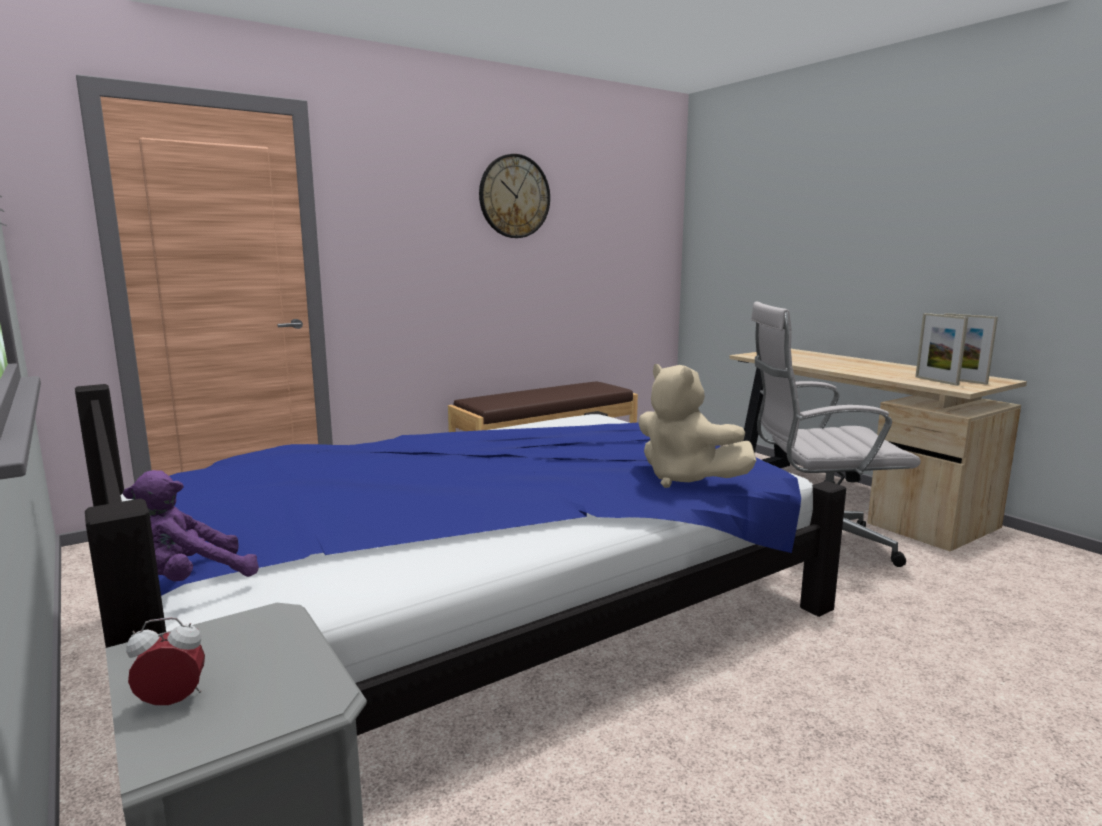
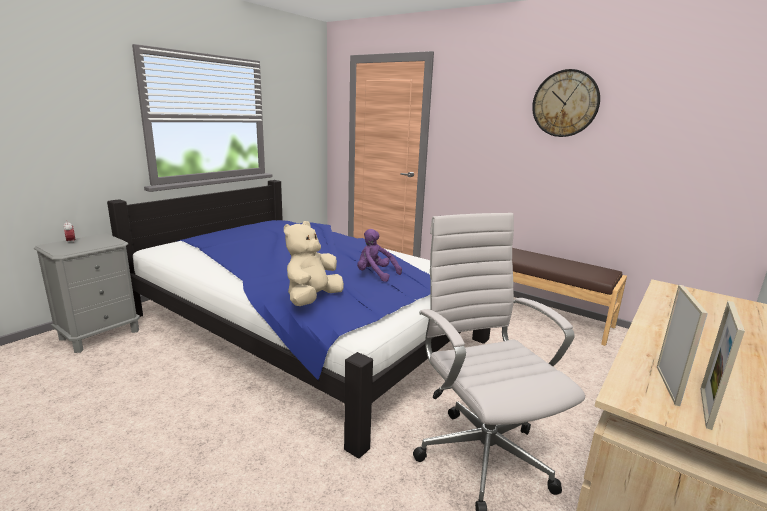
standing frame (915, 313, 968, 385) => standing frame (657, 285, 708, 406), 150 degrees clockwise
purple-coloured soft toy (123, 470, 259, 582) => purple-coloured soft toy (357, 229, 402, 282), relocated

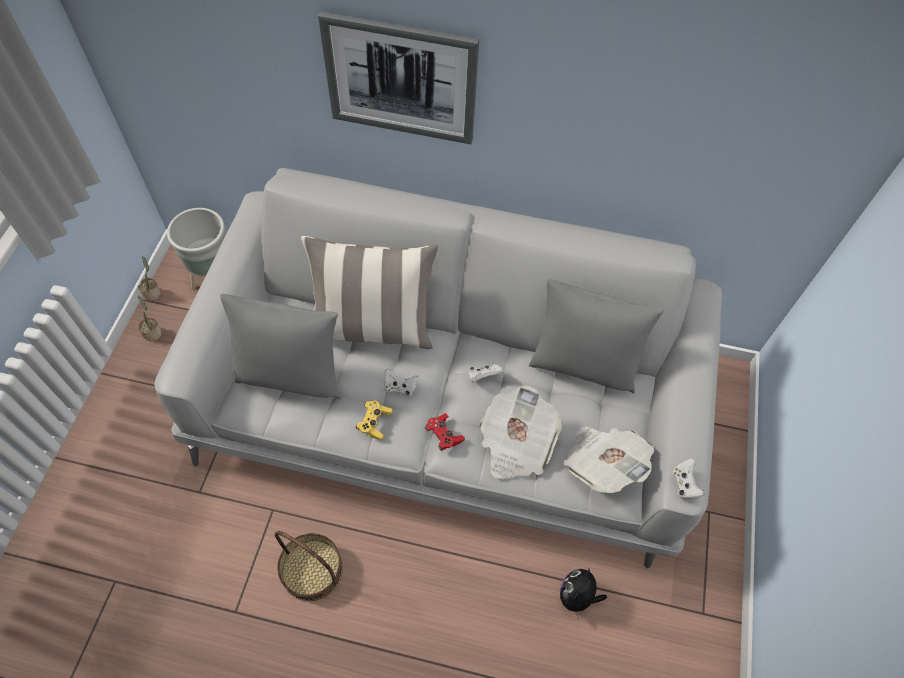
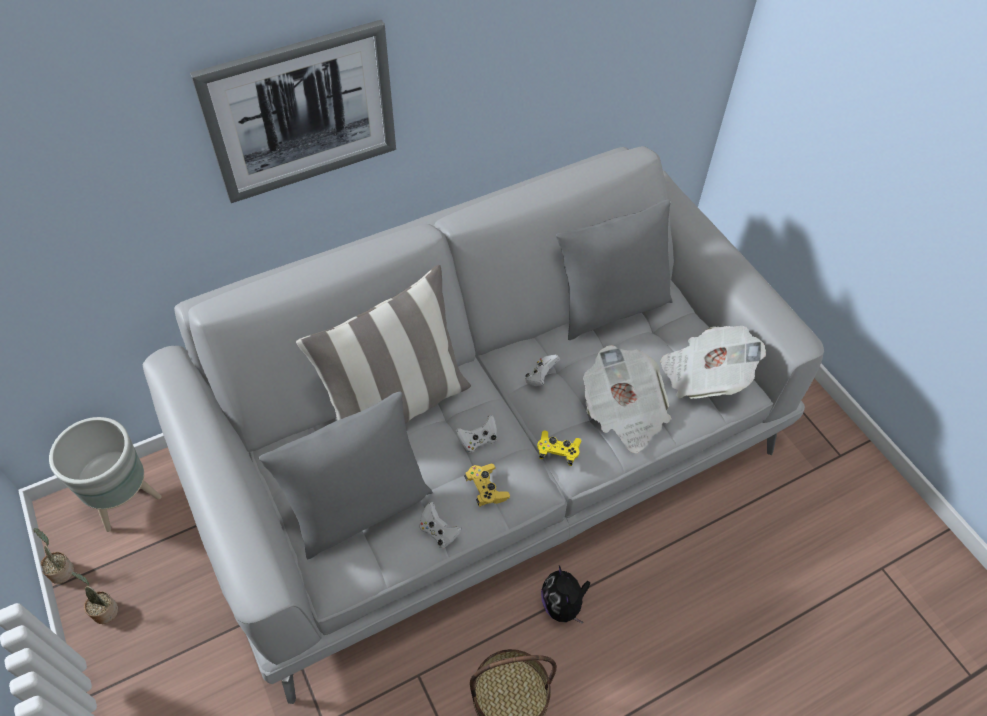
reddish gamepad (425, 414, 465, 451) => yellow-coloured gamepad (537, 431, 582, 466)
whitish gamepad (672, 458, 706, 499) => whitish gamepad (419, 502, 462, 548), relocated
soft toy (560, 569, 607, 620) => soft toy (541, 566, 590, 624), relocated

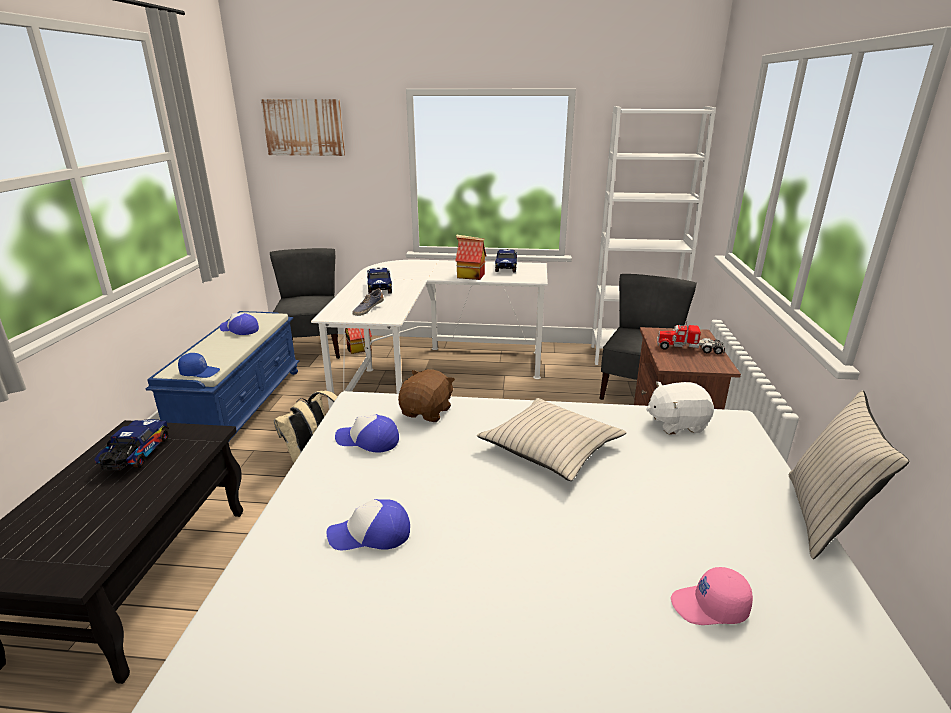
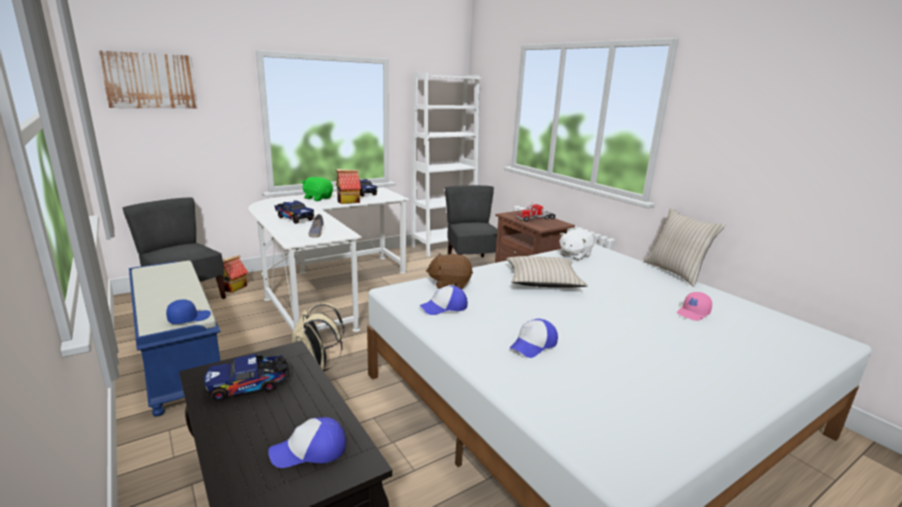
baseball cap (220, 313, 259, 335) => baseball cap (268, 417, 346, 468), relocated
brown-coloured soft toy (398, 369, 455, 422) => brown-coloured soft toy (426, 253, 473, 289), 75 degrees counterclockwise
model truck (94, 419, 169, 470) => model truck (204, 354, 290, 401), 75 degrees counterclockwise
nothing => green soft toy (302, 177, 333, 201)

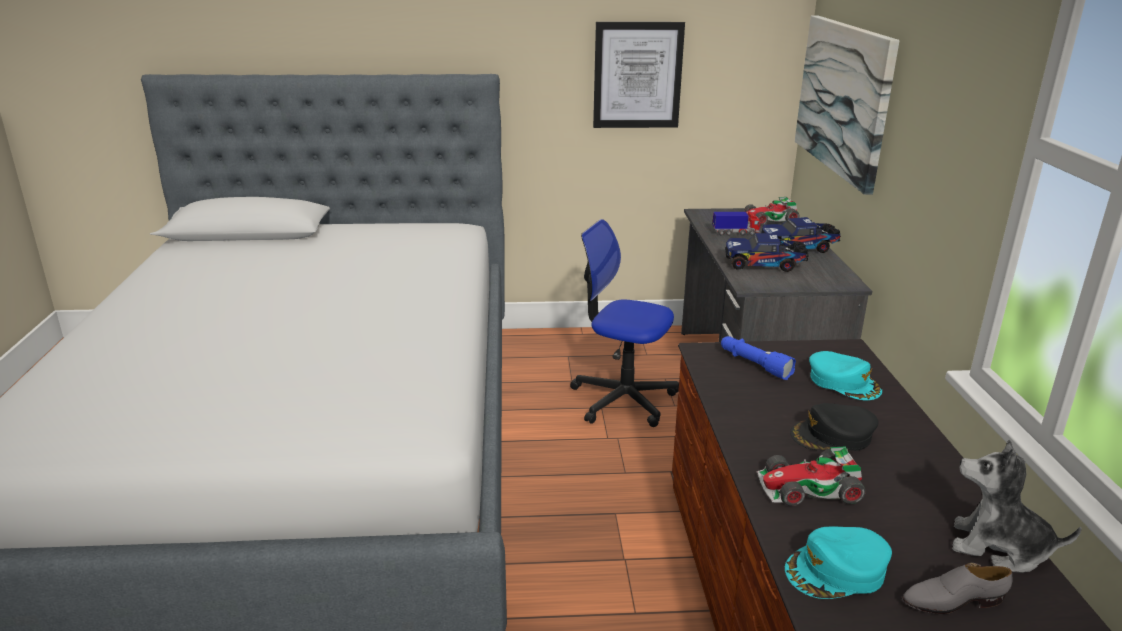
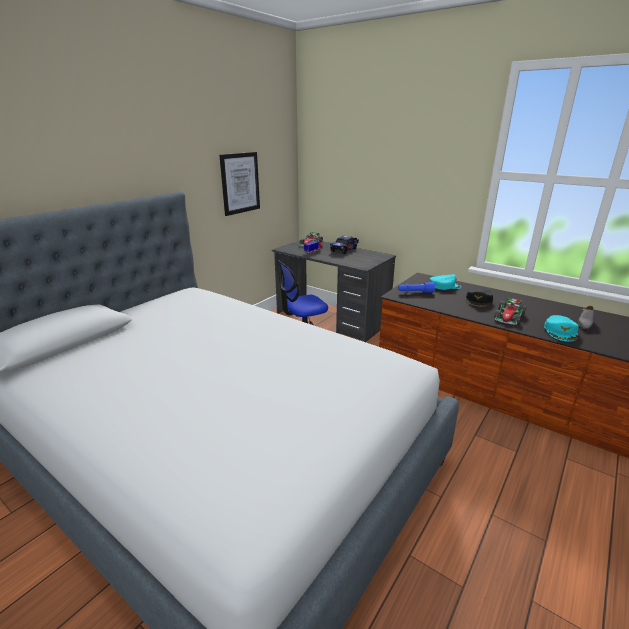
picture (795, 15, 900, 195) => nothing
model truck (725, 233, 809, 272) => nothing
soft toy (952, 440, 1082, 573) => nothing

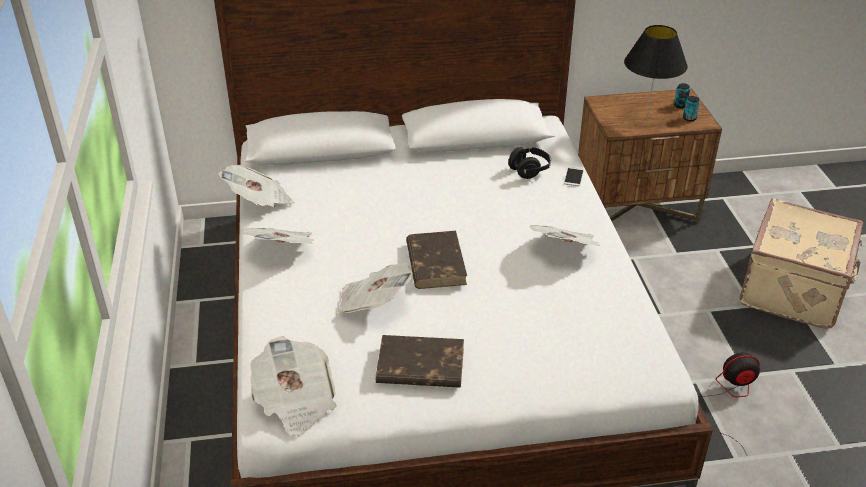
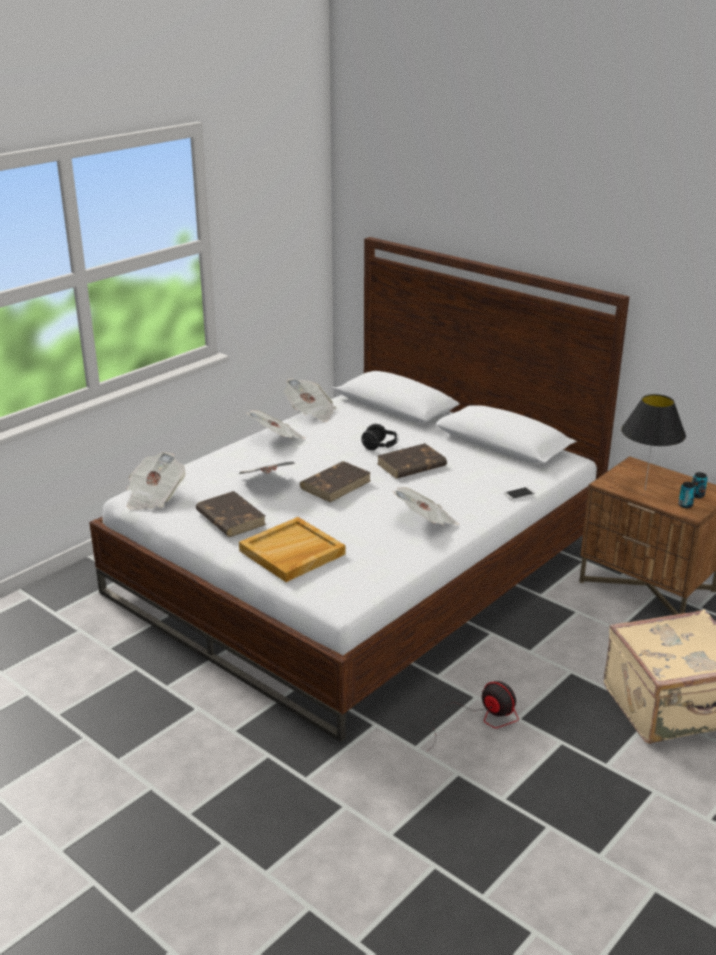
black headset (508, 147, 551, 179) => black headset (361, 424, 399, 450), relocated
nothing => brown-coloured book (377, 443, 447, 479)
nothing => sand-coloured tray (239, 517, 346, 582)

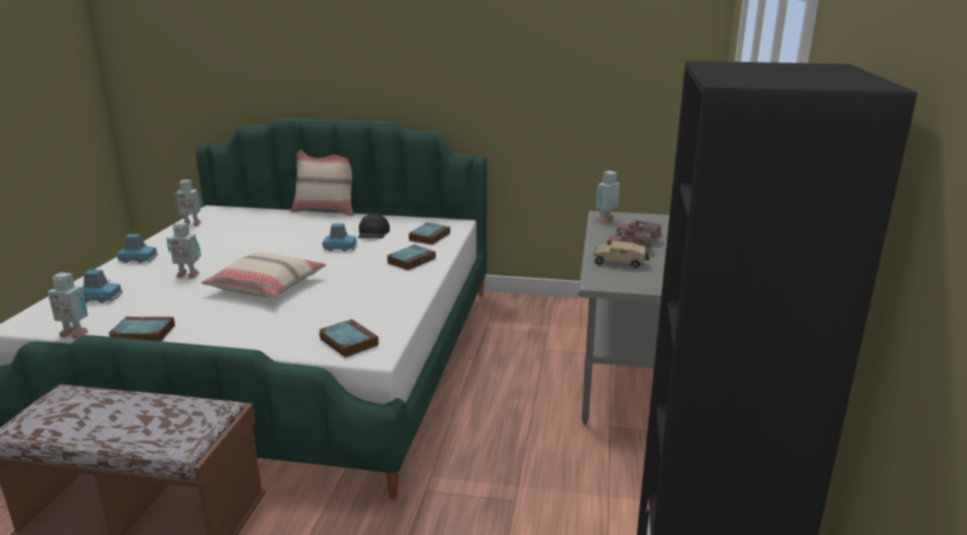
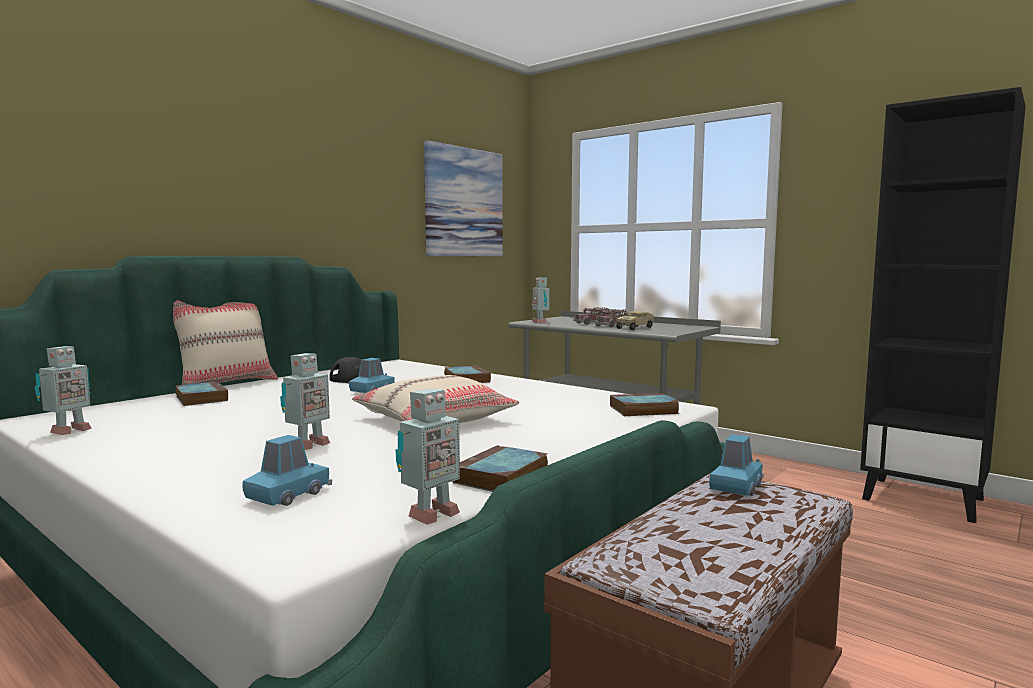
book (409, 223, 450, 245) => book (175, 382, 228, 406), relocated
bluish model car (117, 234, 158, 263) => bluish model car (709, 434, 764, 496), relocated
nothing => picture (424, 140, 503, 256)

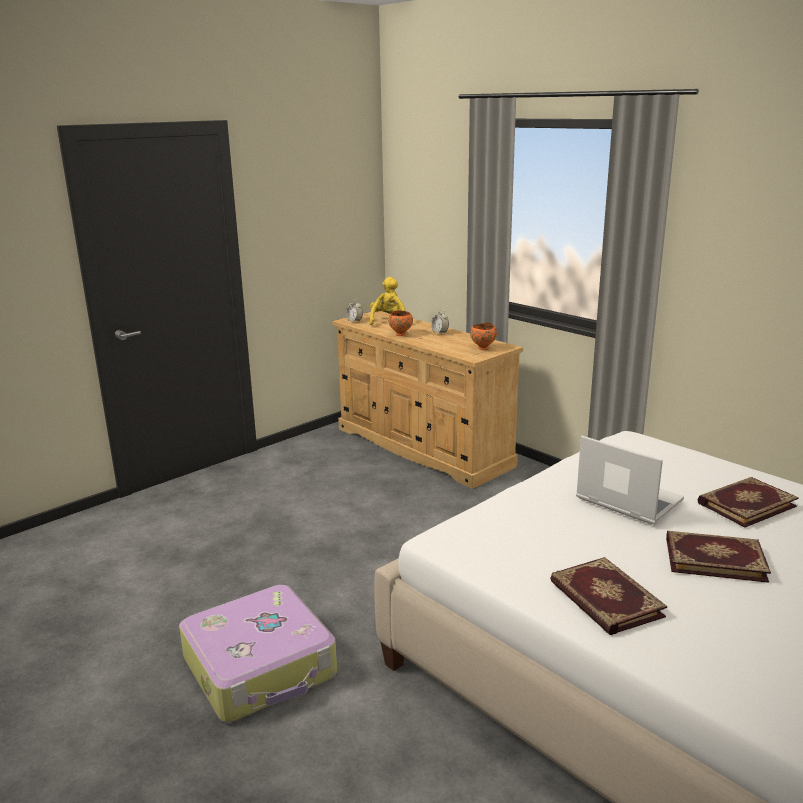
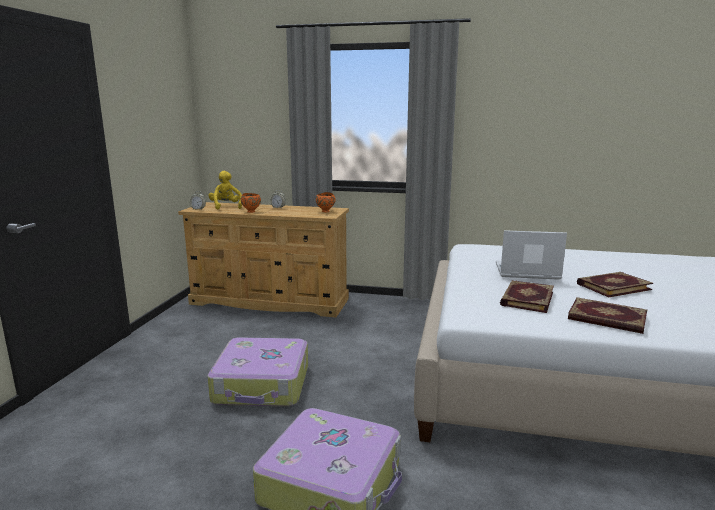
book (698, 477, 799, 527) => book (500, 280, 554, 313), relocated
nothing => suitcase (207, 337, 308, 407)

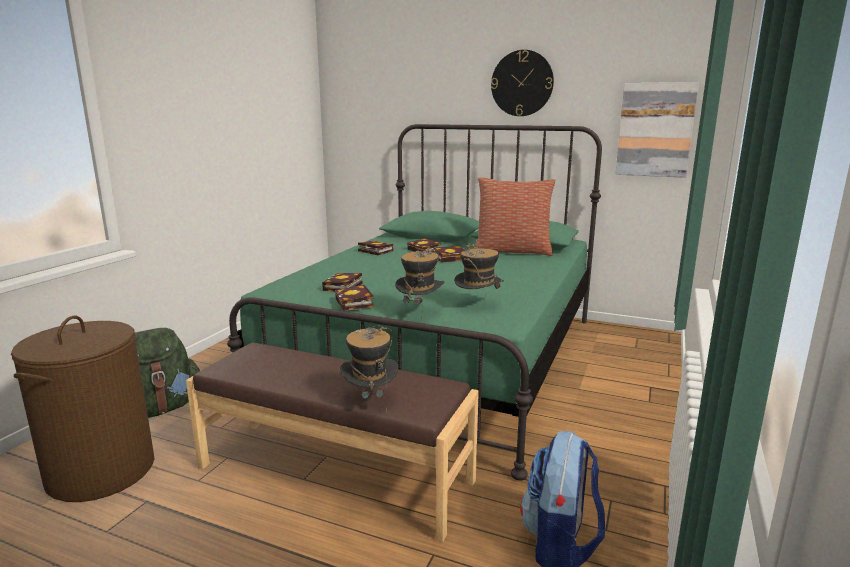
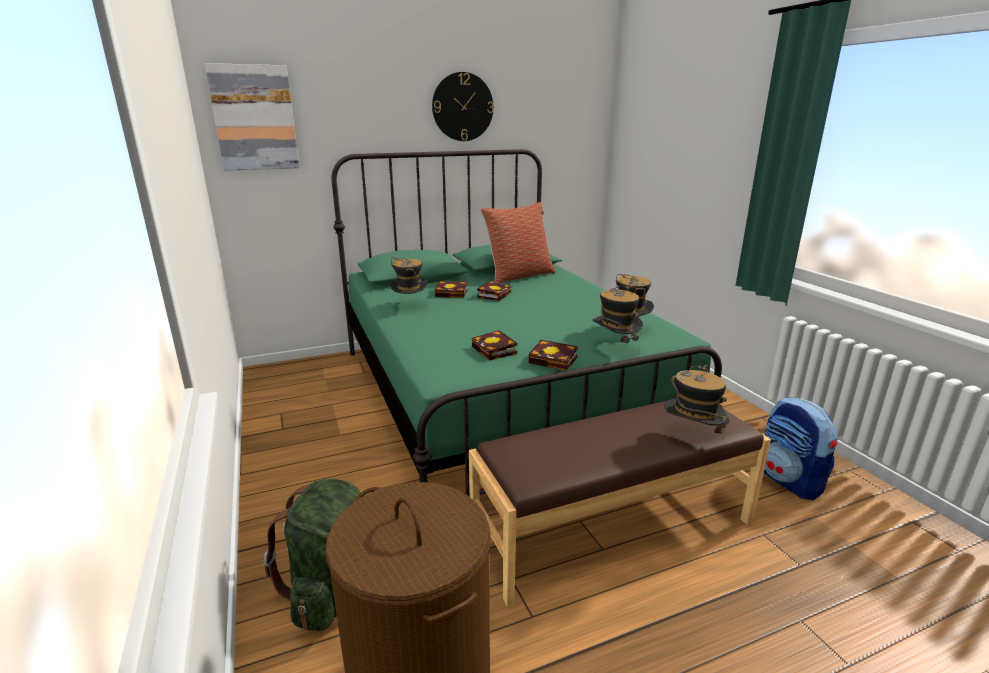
picture (616, 82, 699, 178) => picture (205, 63, 300, 171), relocated
book (358, 241, 393, 255) => wearable hat (389, 257, 428, 296)

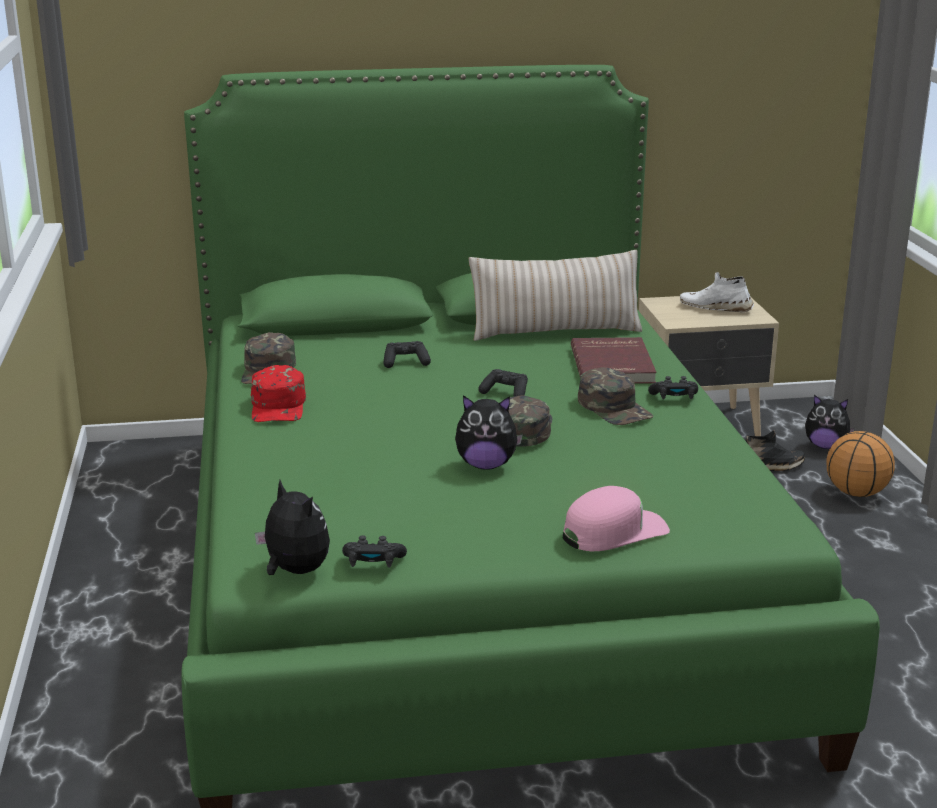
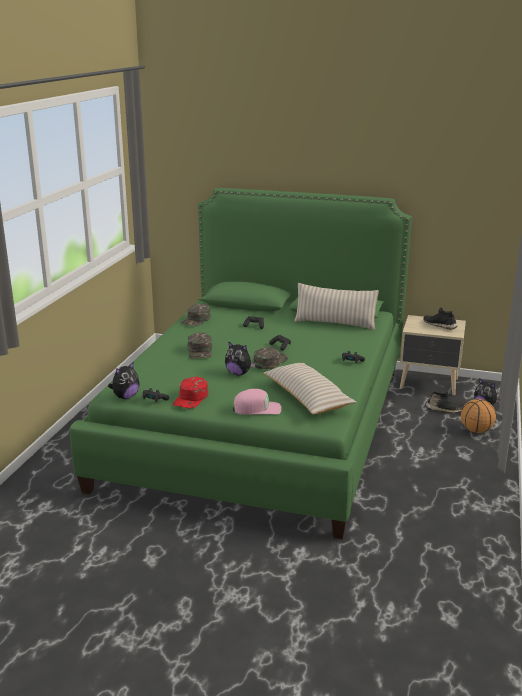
whitish low shoe (680, 272, 754, 312) => black low shoe (423, 308, 458, 330)
reddish book (571, 337, 657, 384) => nothing
reddish baseball cap (251, 365, 306, 422) => reddish baseball cap (173, 377, 208, 409), relocated
green baseball cap (578, 367, 653, 425) => green baseball cap (187, 332, 212, 358), relocated
soft toy (255, 480, 330, 575) => soft toy (108, 362, 139, 399), 60 degrees clockwise
nothing => sand-coloured throw pillow (264, 363, 356, 414)

